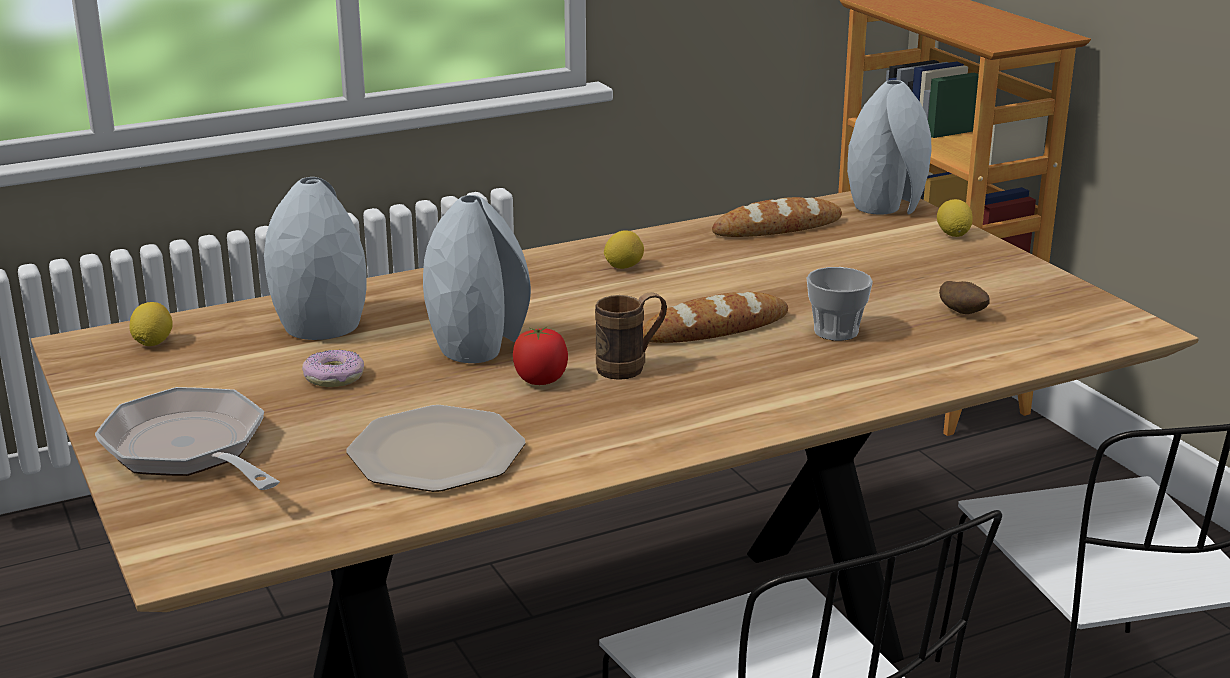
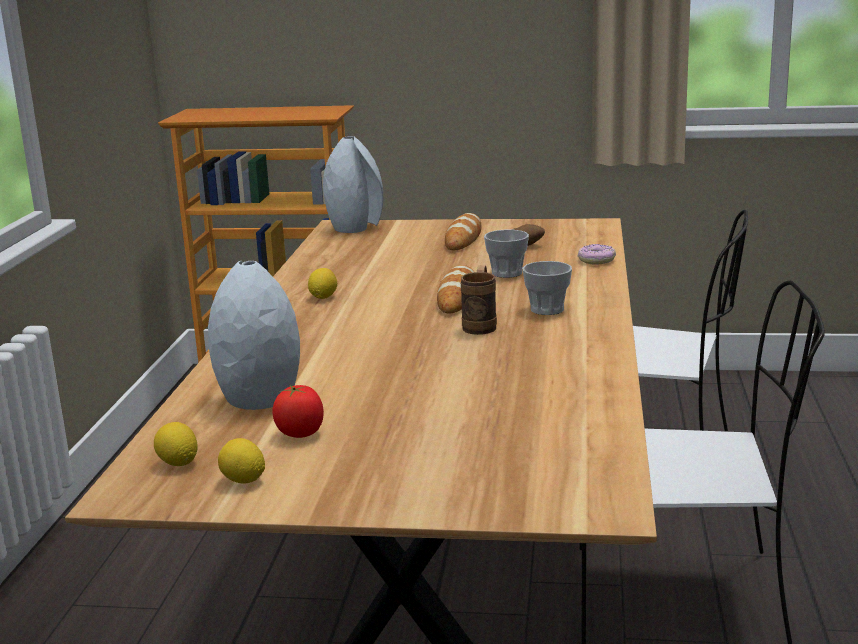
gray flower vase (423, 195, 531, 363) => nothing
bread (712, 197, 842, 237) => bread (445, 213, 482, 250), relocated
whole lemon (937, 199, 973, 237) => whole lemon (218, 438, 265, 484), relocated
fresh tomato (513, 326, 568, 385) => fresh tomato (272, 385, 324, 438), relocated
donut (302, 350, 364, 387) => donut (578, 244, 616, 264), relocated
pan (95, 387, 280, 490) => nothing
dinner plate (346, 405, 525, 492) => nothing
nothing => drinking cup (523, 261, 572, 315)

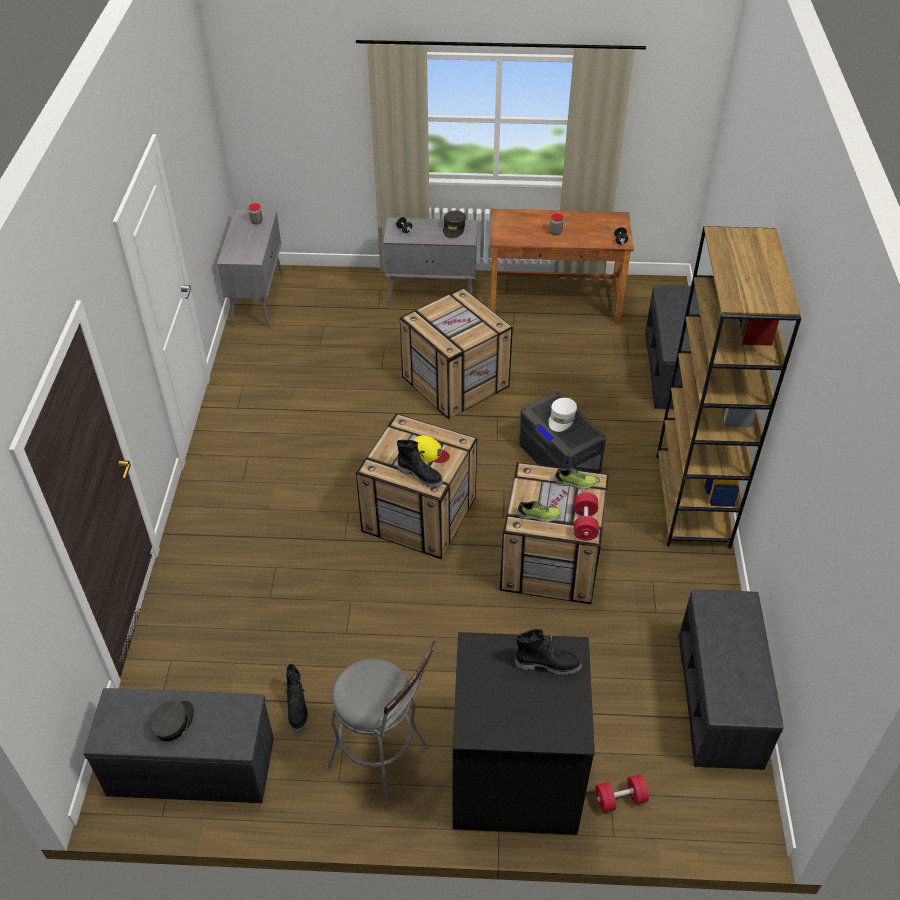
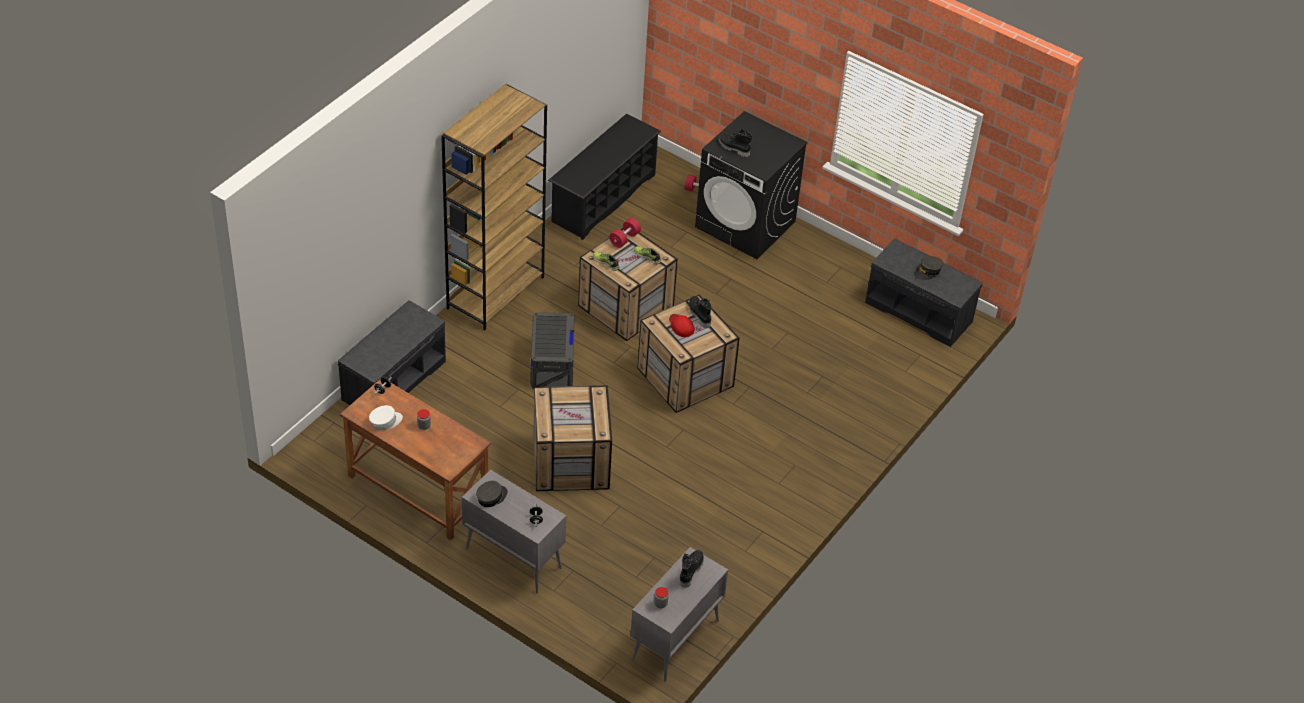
whitish baseball cap (549, 398, 577, 432) => whitish baseball cap (369, 405, 403, 430), relocated
yellow-coloured baseball cap (414, 435, 450, 463) => reddish baseball cap (669, 314, 694, 337)
gray long seat (678, 590, 784, 770) => black shoe stand (548, 114, 661, 240)
gray stool seat (326, 641, 437, 805) => nothing
black tall boot (285, 664, 308, 732) => black tall boot (679, 550, 704, 588), relocated

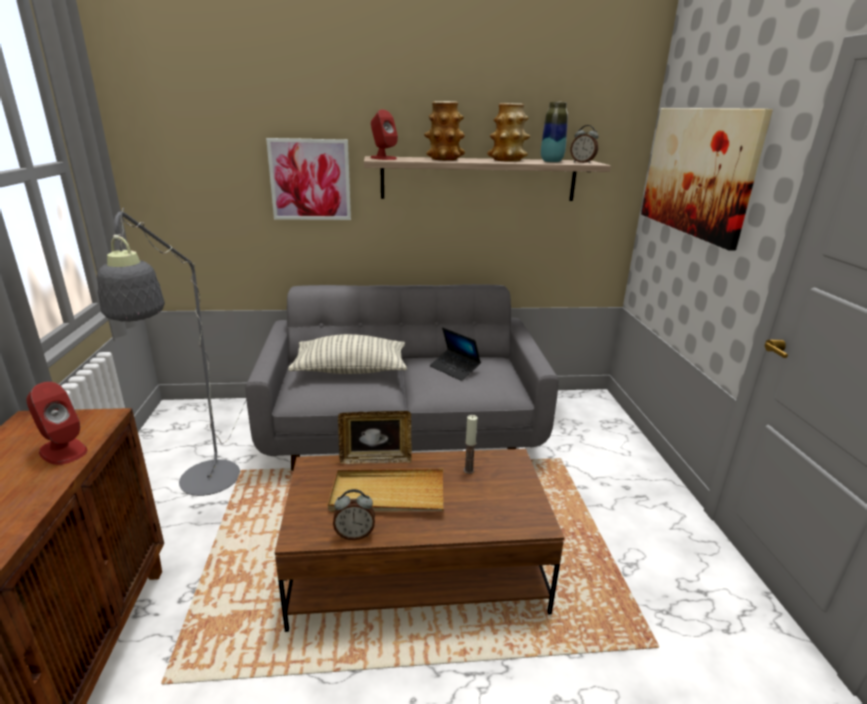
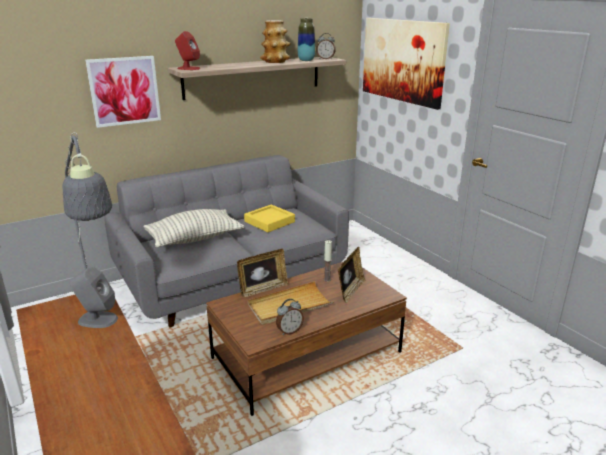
flower vase (424, 101, 465, 160) => nothing
laptop (430, 327, 481, 381) => yellow-coloured tray (244, 204, 295, 232)
reddish loudspeaker (27, 382, 87, 465) => gray loudspeaker (70, 267, 118, 328)
nothing => standing frame (338, 247, 365, 303)

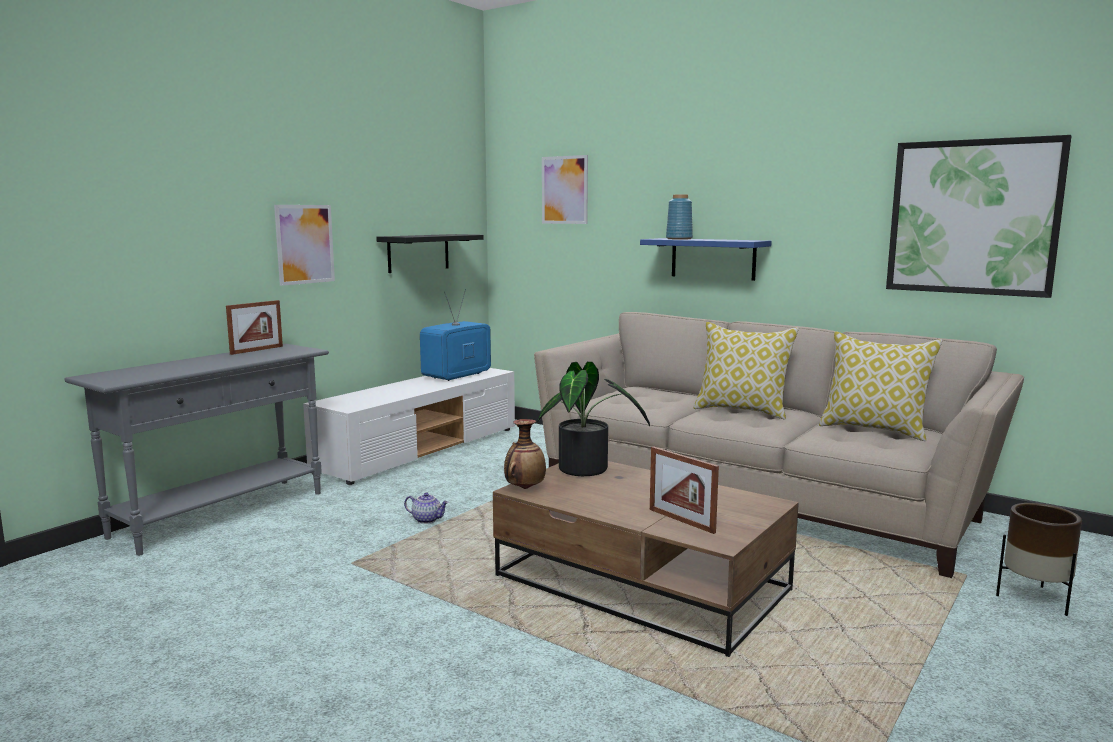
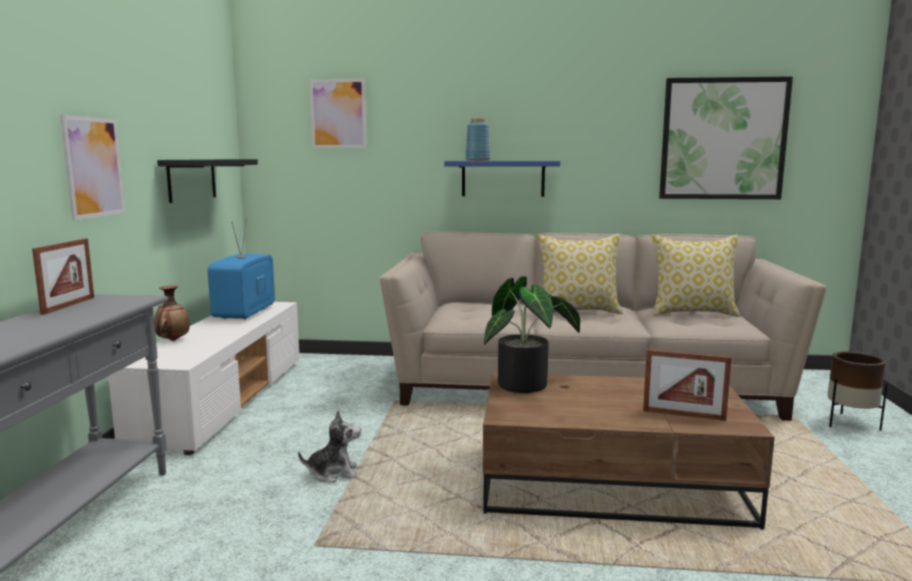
flower vase (504, 419, 546, 489) => flower vase (154, 286, 190, 341), relocated
teapot (404, 492, 449, 524) => soft toy (298, 411, 361, 483)

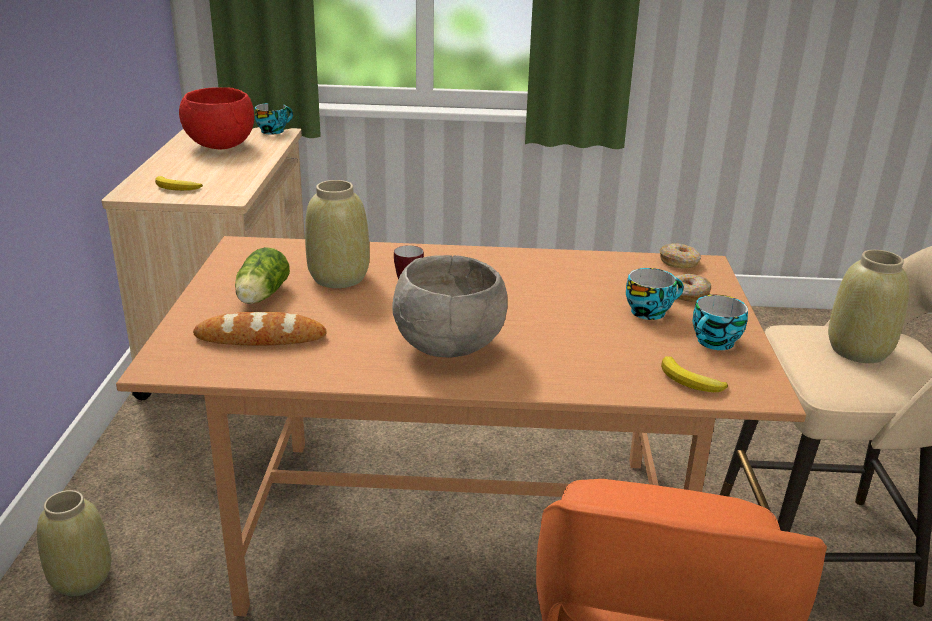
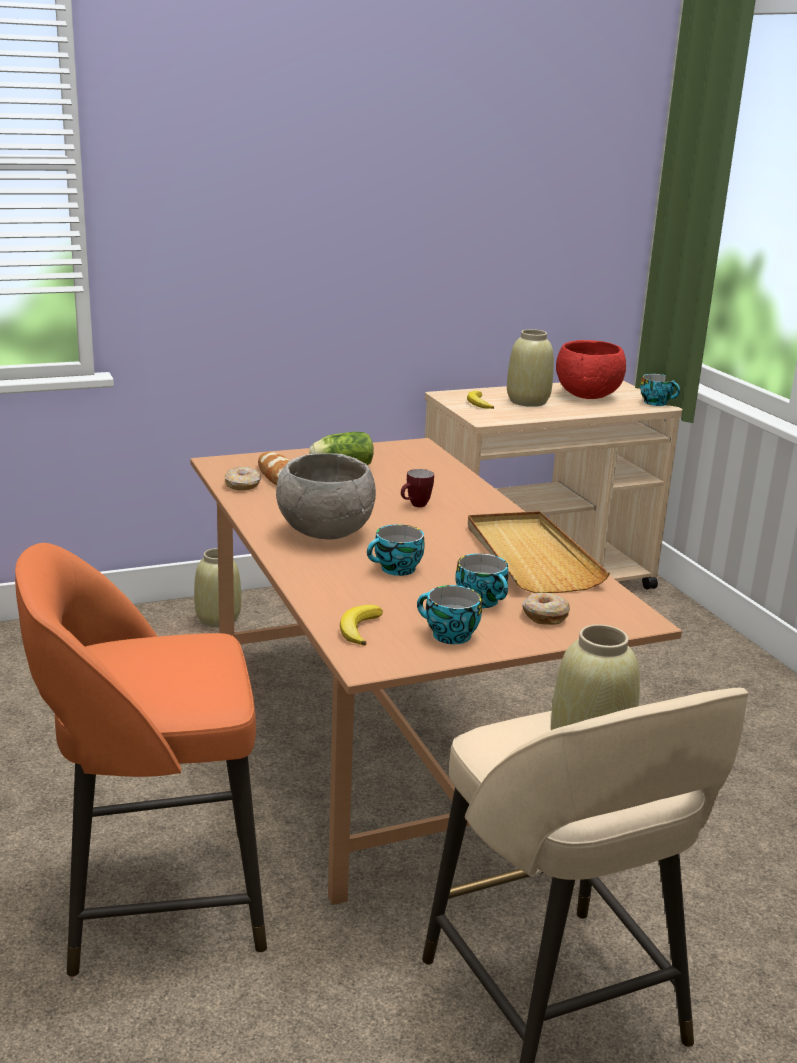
sand-coloured flower vase (305, 180, 369, 288) => sand-coloured flower vase (507, 329, 554, 407), relocated
donut (659, 243, 701, 269) => donut (225, 467, 261, 490), relocated
nothing => sand-coloured tray (468, 511, 610, 593)
nothing => drinking cup (367, 524, 425, 576)

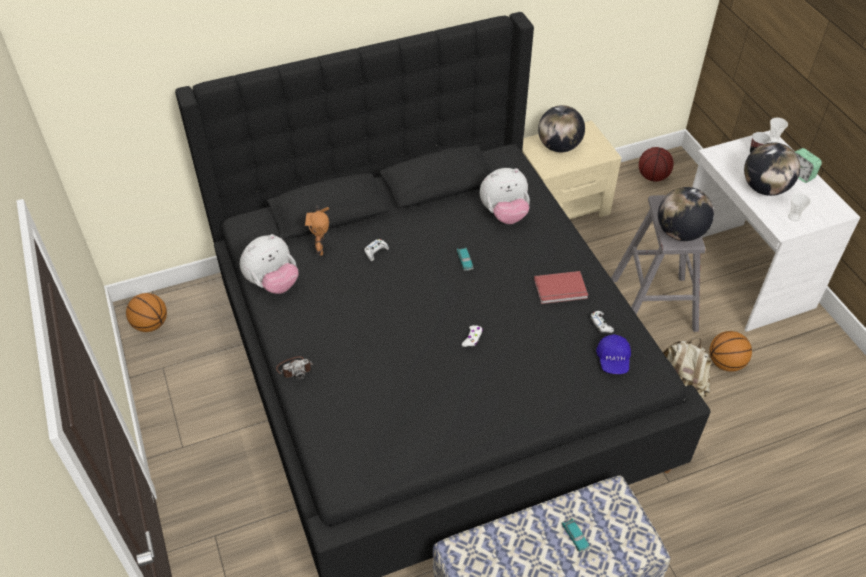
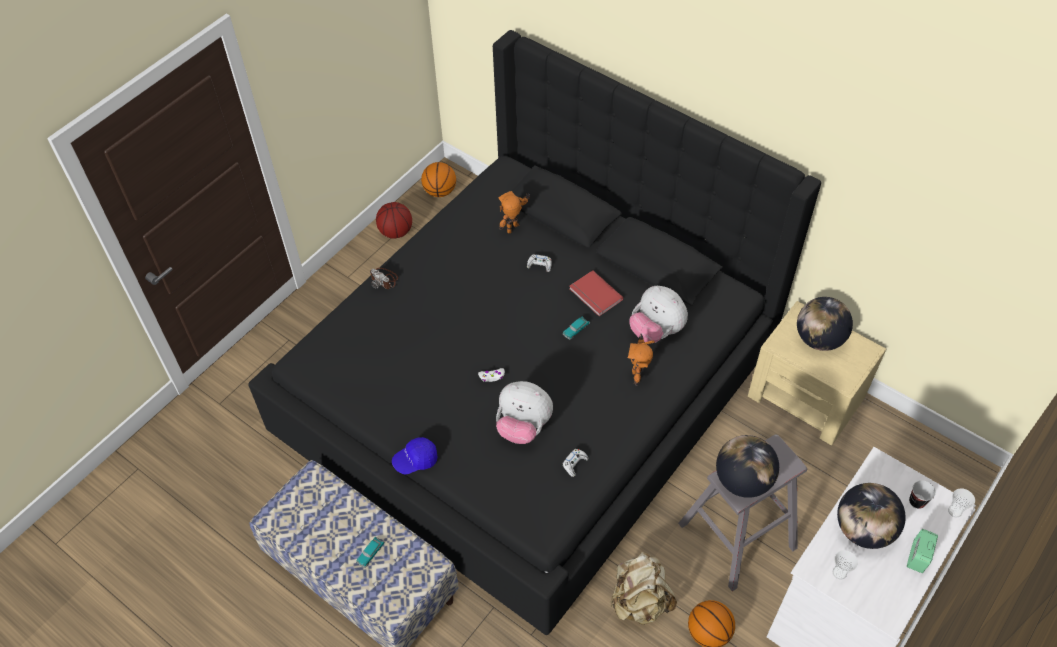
ball for basketball (639, 147, 674, 182) => ball for basketball (376, 202, 412, 239), relocated
soft toy (240, 234, 298, 294) => soft toy (496, 381, 553, 444), relocated
reddish book (534, 271, 588, 304) => reddish book (569, 270, 623, 316), relocated
bluish baseball cap (596, 334, 631, 374) => bluish baseball cap (392, 437, 437, 475), relocated
nothing => toy robot (628, 334, 655, 386)

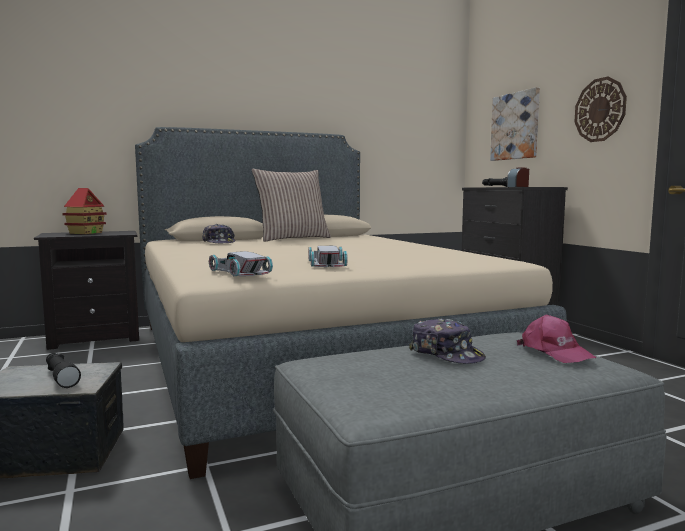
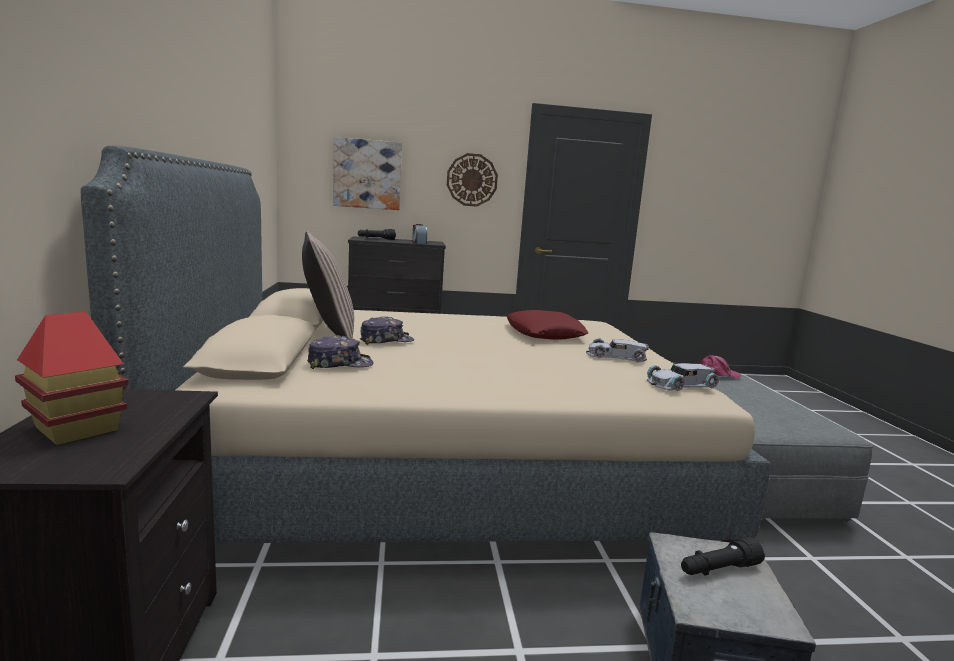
baseball cap (409, 318, 486, 364) => baseball cap (360, 316, 414, 345), relocated
nothing => reddish throw pillow (507, 310, 588, 340)

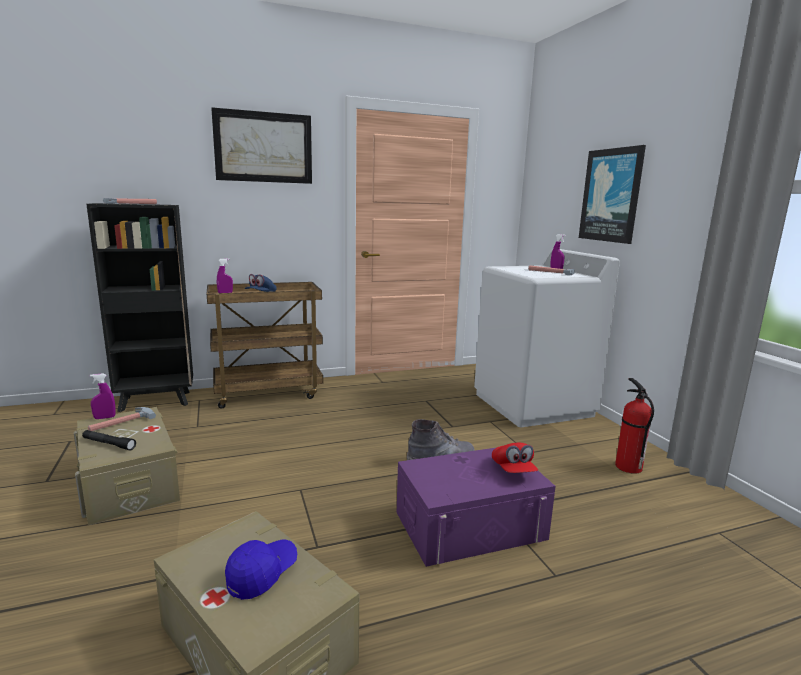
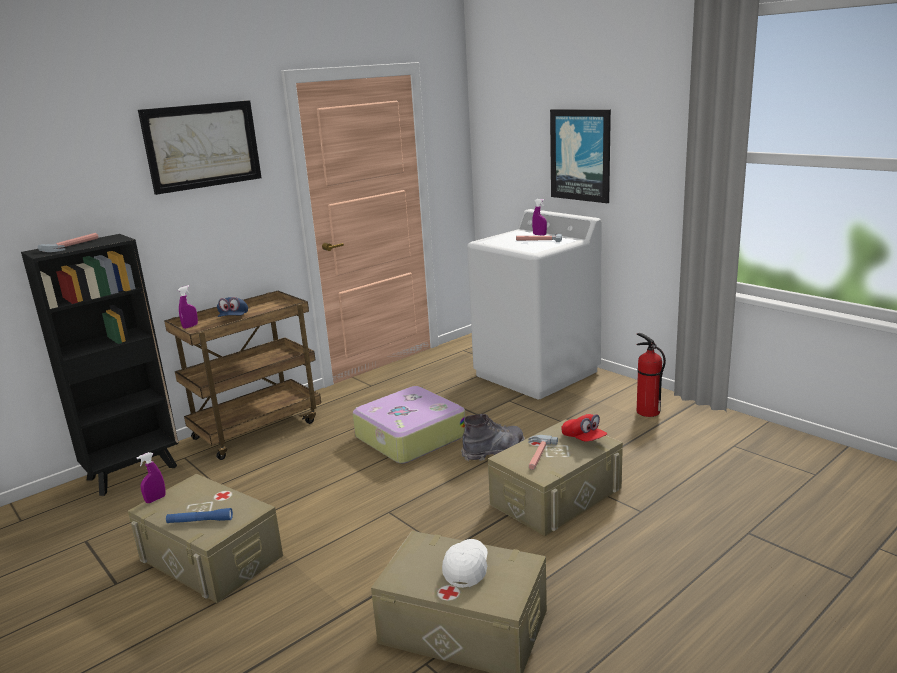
hammer (88, 407, 156, 431) => hammer (528, 435, 558, 470), relocated
black flashlight (82, 430, 136, 450) => bluish flashlight (166, 508, 233, 523)
purple-coloured storage box (397, 447, 556, 567) => sand-coloured storage box (488, 419, 623, 536)
bluish baseball cap (225, 540, 297, 600) => whitish baseball cap (442, 539, 488, 588)
nothing => suitcase (353, 386, 465, 464)

